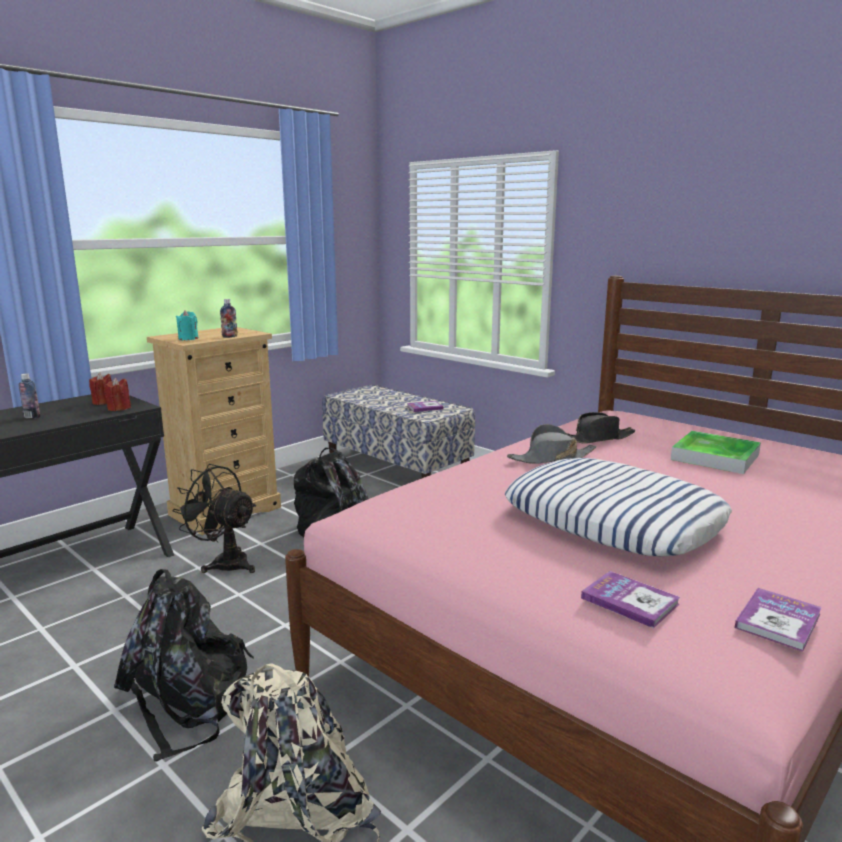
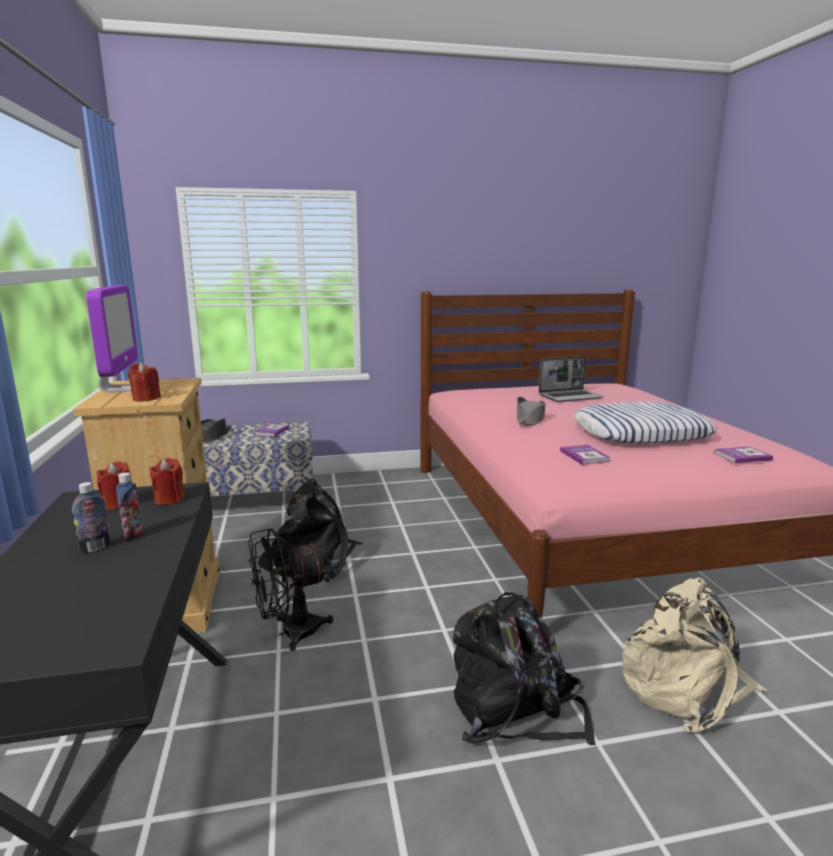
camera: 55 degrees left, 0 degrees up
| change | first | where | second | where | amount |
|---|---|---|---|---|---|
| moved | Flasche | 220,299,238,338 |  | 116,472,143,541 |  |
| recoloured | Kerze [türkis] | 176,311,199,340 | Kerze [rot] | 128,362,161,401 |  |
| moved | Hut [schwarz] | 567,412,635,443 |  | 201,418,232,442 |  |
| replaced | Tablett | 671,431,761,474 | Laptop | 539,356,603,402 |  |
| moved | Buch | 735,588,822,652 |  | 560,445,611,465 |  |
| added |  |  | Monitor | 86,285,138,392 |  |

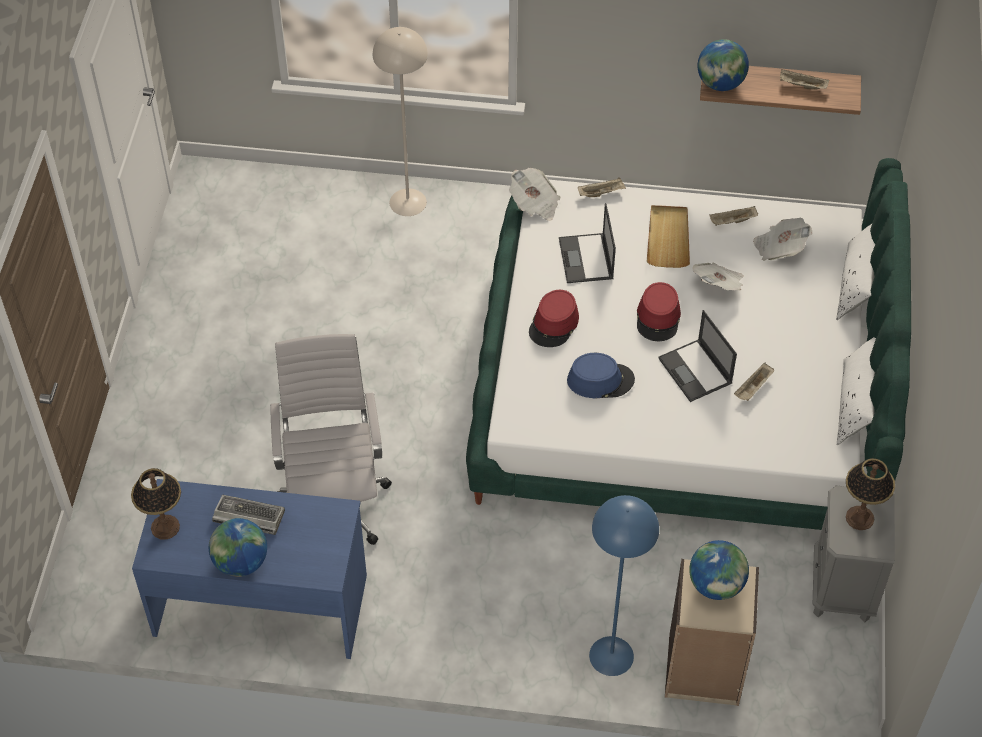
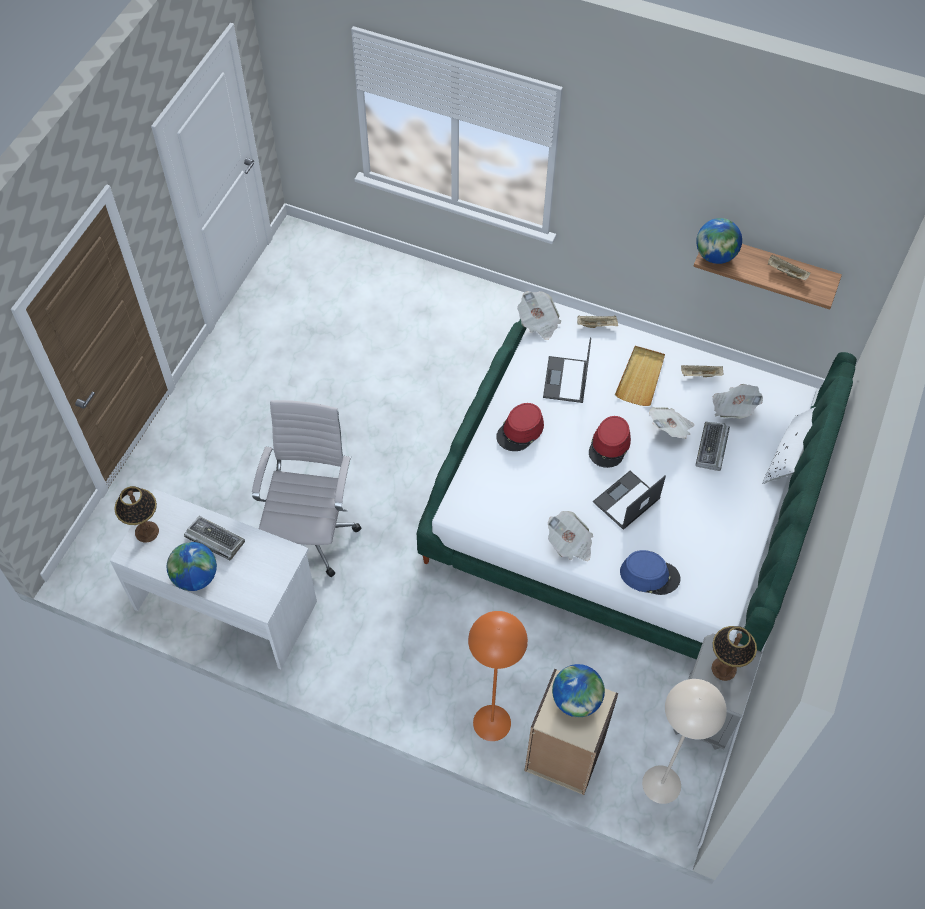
camera: 15 degrees right, 5 degrees up
| change | first | where | second | where | amount |
|---|---|---|---|---|---|
| moved | Stehlampe [beige] | 373,27,428,216 |  | 642,679,727,804 |  |
| turned | Laptop | 658,310,737,402 |  | 593,471,666,530 | 60 degrees clockwise |
| removed | Kissen [weiß] | 837,337,876,445 |  |  |  |
| moved | Hut [blau] | 567,353,635,399 |  | 620,550,681,595 |  |
| removed | Tablett [beige] | 734,363,774,401 |  |  |  |
| recoloured | Schreibtisch [blau] | 132,479,367,659 | Schreibtisch [weiß] | 110,489,317,669 |  |
| recoloured | Stehlampe [blau] | 589,495,659,676 | Stehlampe [orange] | 468,611,528,741 |  |
| added |  |  | Tastatur | 695,422,730,471 |  |
| added |  |  | Zeitung | 548,511,593,561 |  |

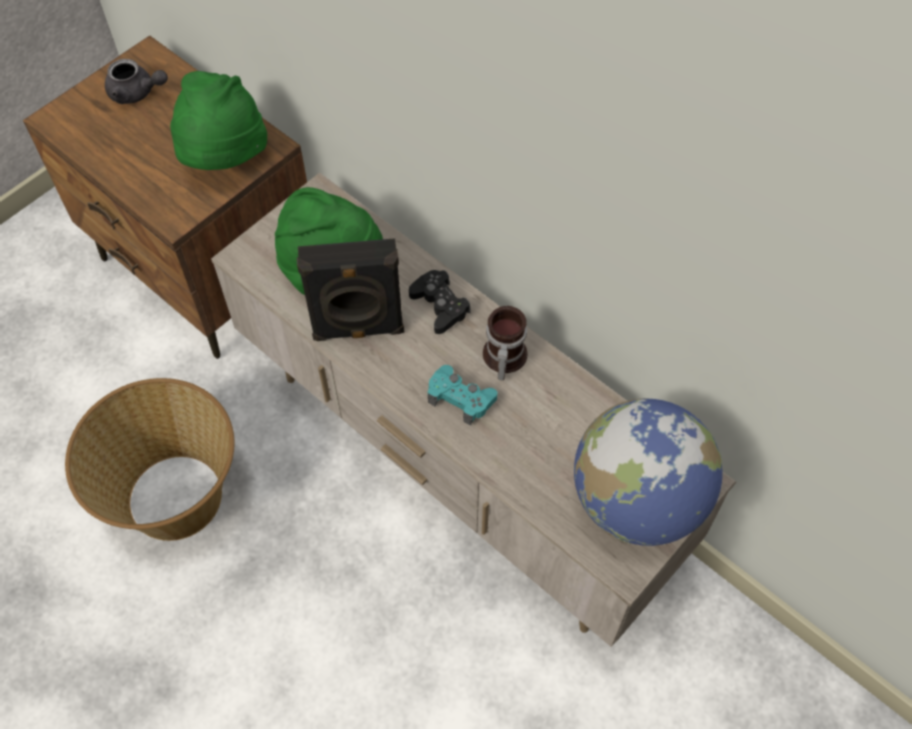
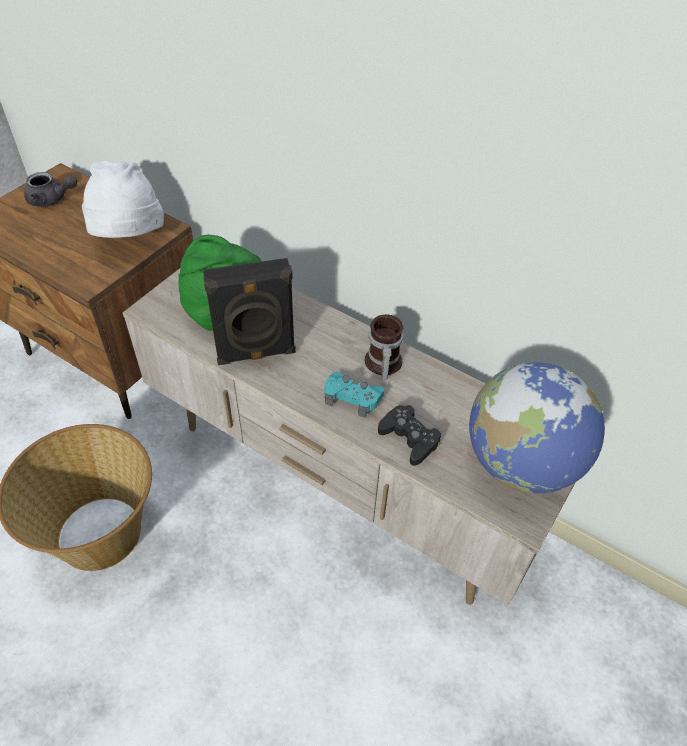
camera: 10 degrees left, 10 degrees down
| change | first | where | second | where | amount |
|---|---|---|---|---|---|
| recoloured | Hut [grün] | 170,71,267,170 | Hut [weiß] | 82,160,164,238 |  |
| moved | Gamepad [schwarz] | 409,270,470,334 |  | 378,405,441,466 |  |

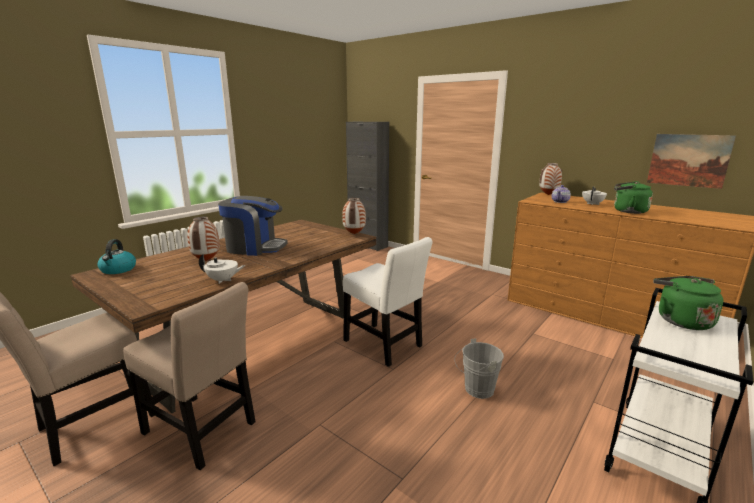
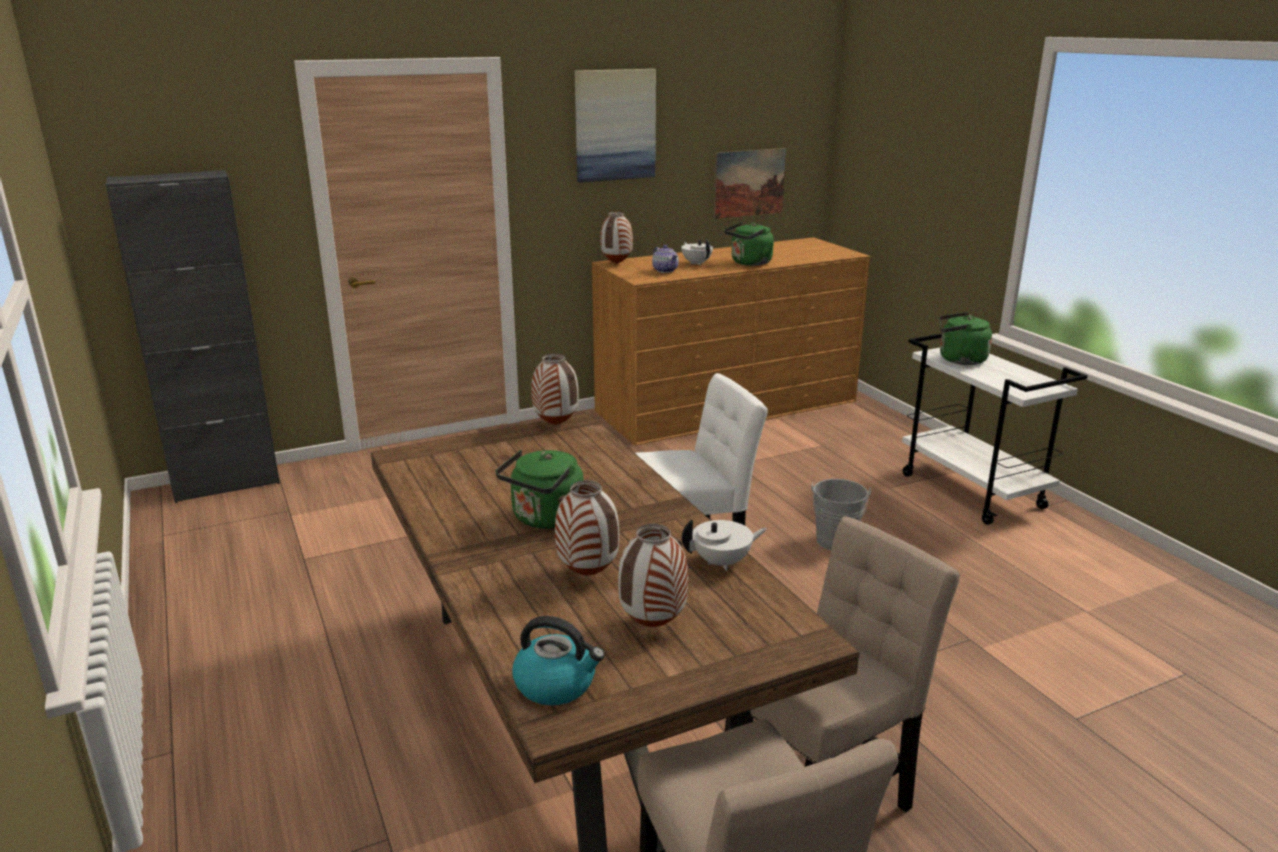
camera: 65 degrees left, 5 degrees up
| change | first | where | second | where | amount |
|---|---|---|---|---|---|
| replaced | Kaffeemaschine | 218,196,288,256 | Wasserkessel [grün] | 496,450,584,529 |  |
| turned | Teekanne [weiß] | 199,254,245,284 |  | 682,519,767,571 | 45 degrees clockwise |
| added |  |  | Bild | 574,69,656,183 |  |
| added |  |  | Vase | 618,524,688,627 |  |

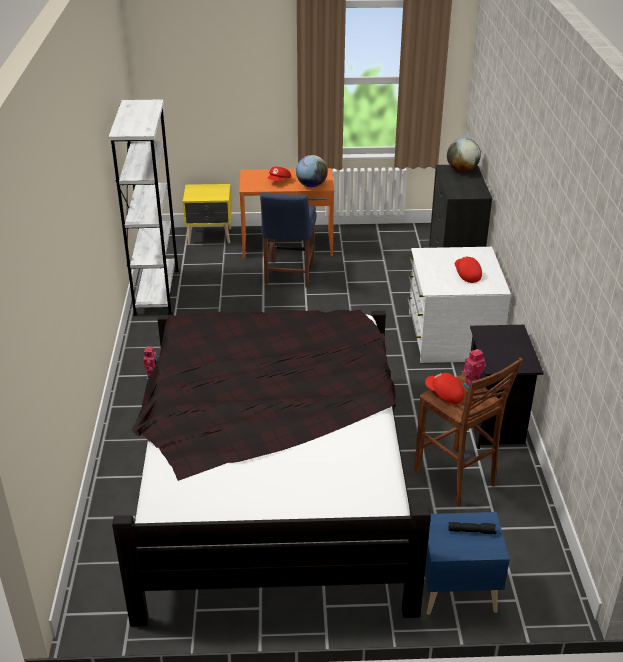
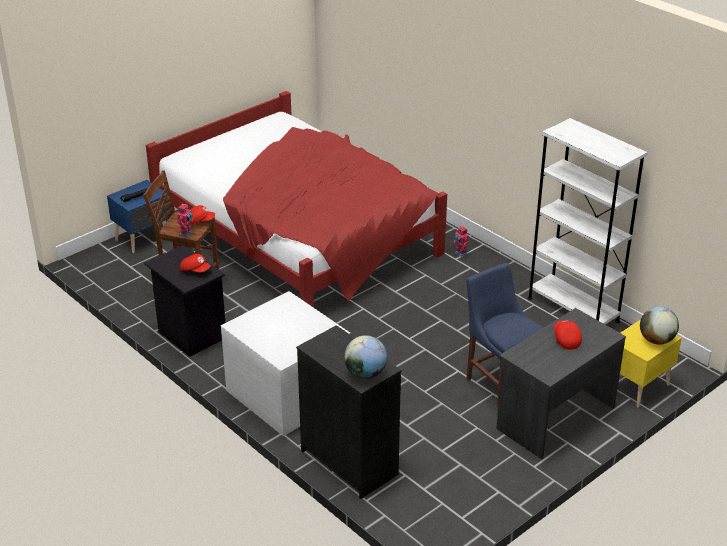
camera: 140 degrees right, 0 degrees up
| change | first | where | second | where | amount |
|---|---|---|---|---|---|
| moved | Globus | 296,155,328,187 |  | 640,306,679,345 |  |
| recoloured | Schreibtisch [orange] | 239,168,334,257 | Schreibtisch [grau] | 496,308,626,459 |  |
| moved | Kappe [rot] | 455,256,482,283 |  | 180,254,211,273 |  |
| recoloured | Bett [schwarz] | 112,310,431,627 | Bett [rot] | 146,91,447,308 |  |

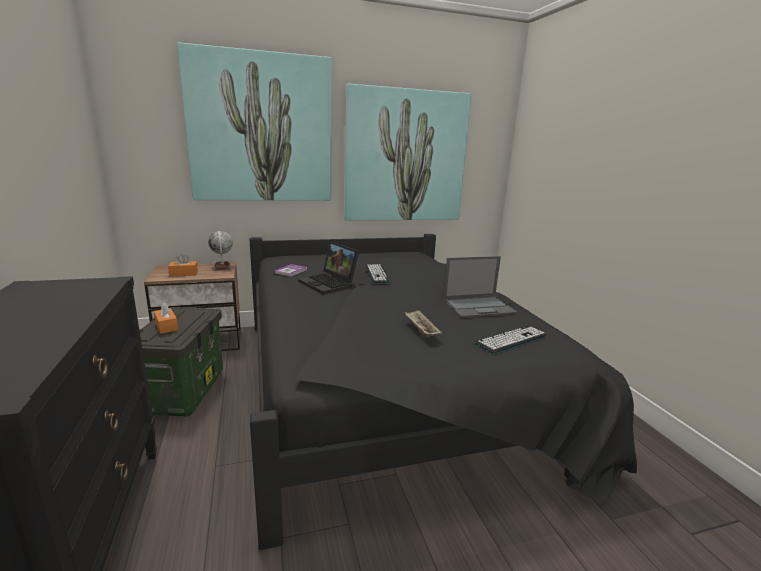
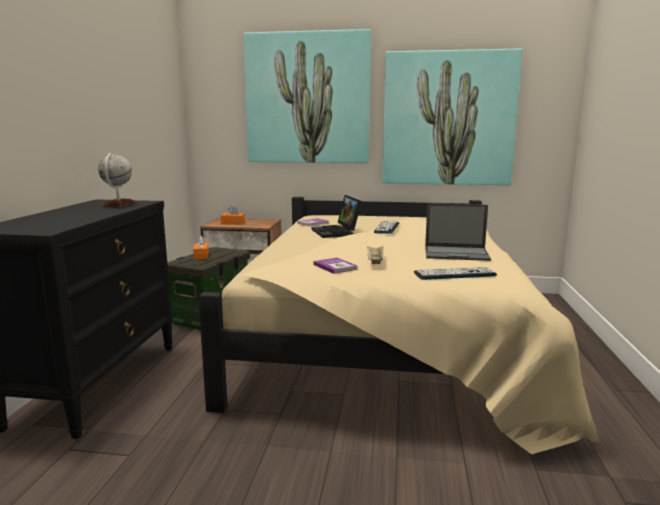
camera: 25 degrees right, 5 degrees down
| change | first | where | second | where | amount |
|---|---|---|---|---|---|
| moved | Globus | 208,231,233,270 |  | 98,153,134,207 |  |
| recoloured | Bett [schwarz] | 250,234,637,550 | Bett [beige] | 198,197,599,454 |  |
| added |  |  | Buch | 314,257,358,274 |  |

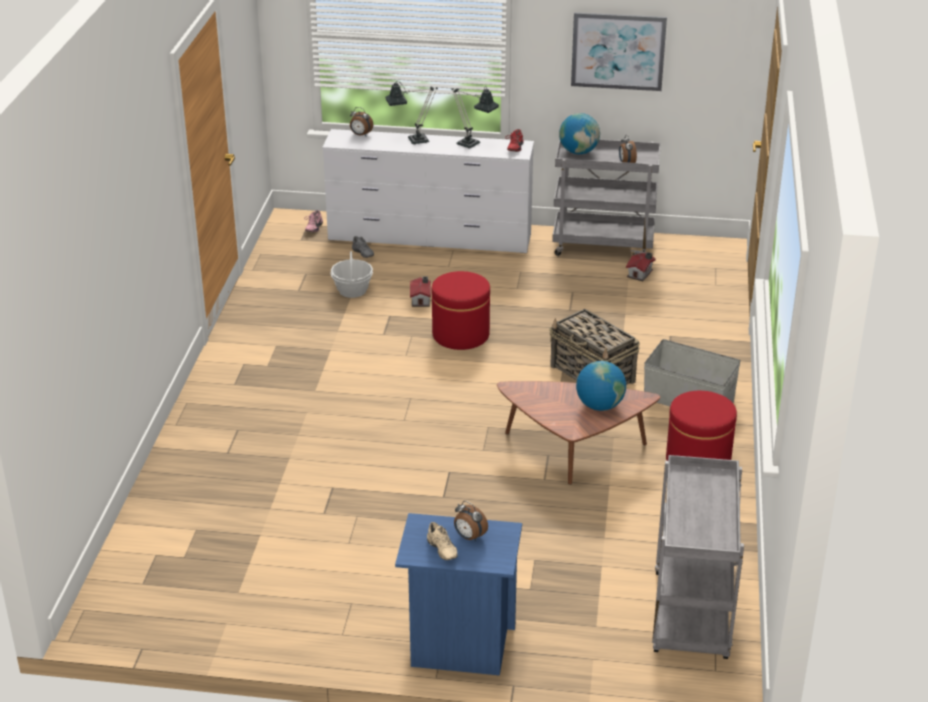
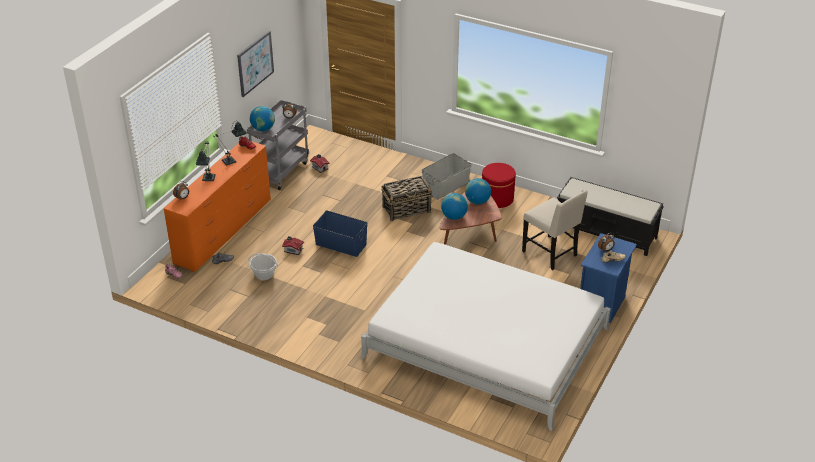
camera: 70 degrees left, 5 degrees up
| change | first | where | second | where | amount |
|---|---|---|---|---|---|
| recoloured | Kommode [weiß] | 322,129,534,253 | Kommode [orange] | 163,141,271,272 |  |
| replaced | Polsterhocker [rot] | 431,271,490,350 | Aufbewahrungsbox [blau] | 313,211,367,257 |  |
| replaced | Rollwagen [grau] | 652,455,744,659 | Bank [schwarz] | 557,177,664,256 |  |
| added |  |  | Stuhl [beige] | 522,189,588,270 |  |
| added |  |  | Globus | 441,193,468,220 |  |
| added |  |  | Bett [weiß] | 360,242,611,431 |  |

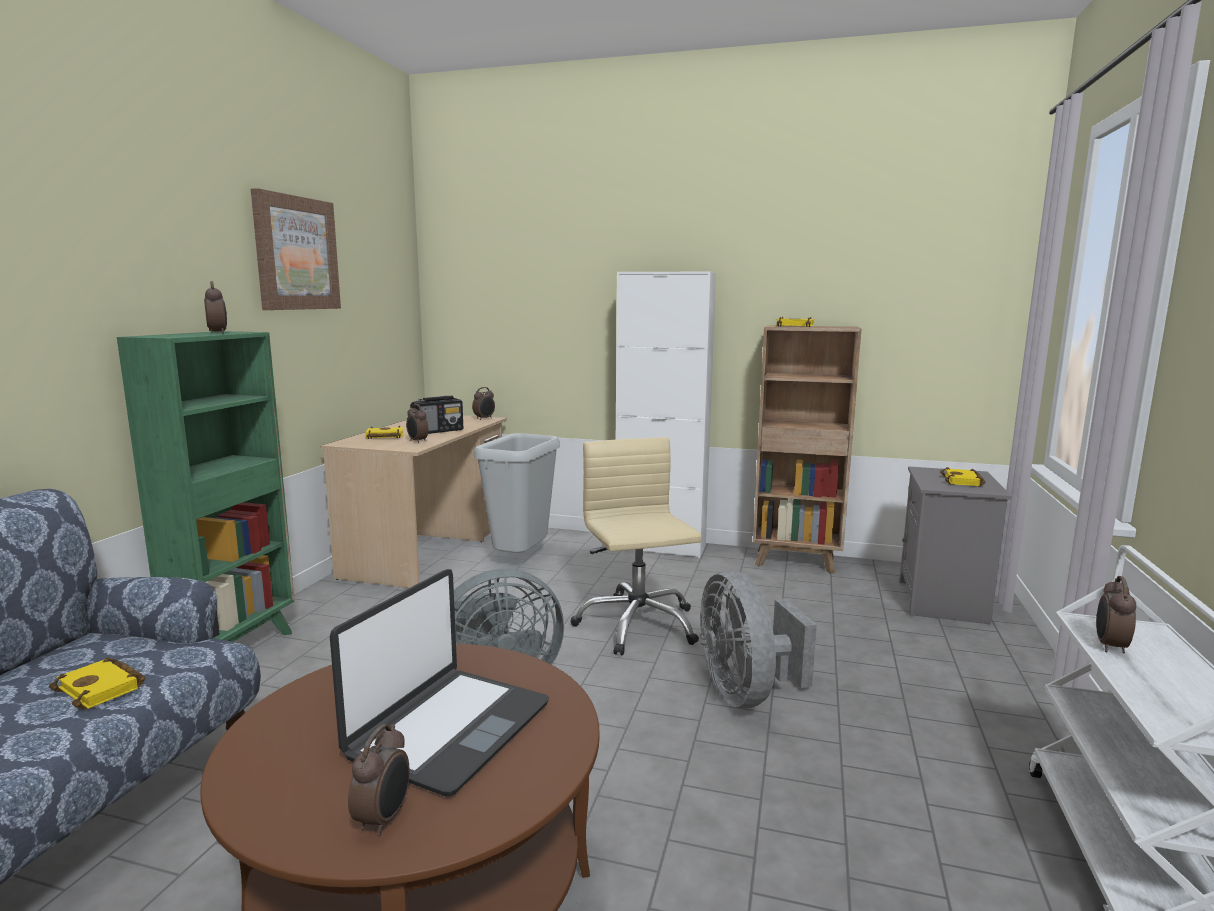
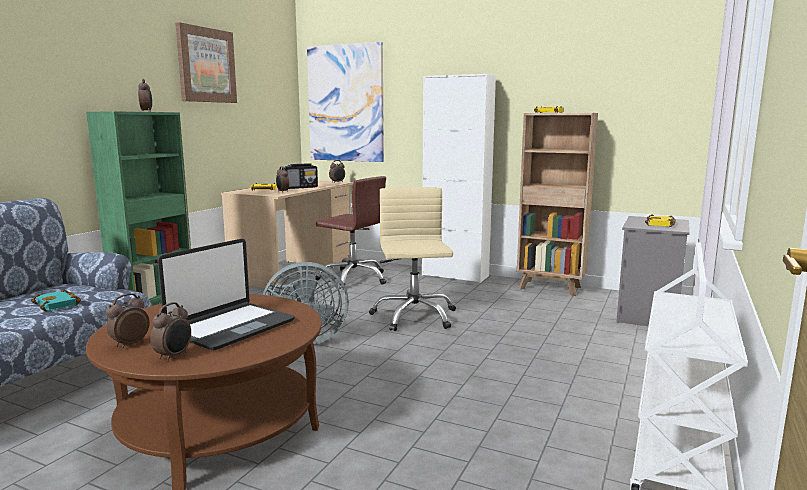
camera: 10 degrees right, 0 degrees up
| change | first | where | second | where | amount |
|---|---|---|---|---|---|
| replaced | Mülleimer [grau] | 474,433,560,553 | Bürostuhl [braun] | 315,176,386,288 |  |
| removed | Ventilator [grau] | 700,571,817,708 |  |  |  |
| moved | Wecker | 1096,576,1136,653 |  | 106,293,150,348 |  |
| recoloured | Buch [gelb] | 49,658,145,709 | Buch [türkis] | 31,289,81,311 |  |
| added |  |  | Bild | 307,42,384,162 |  |

